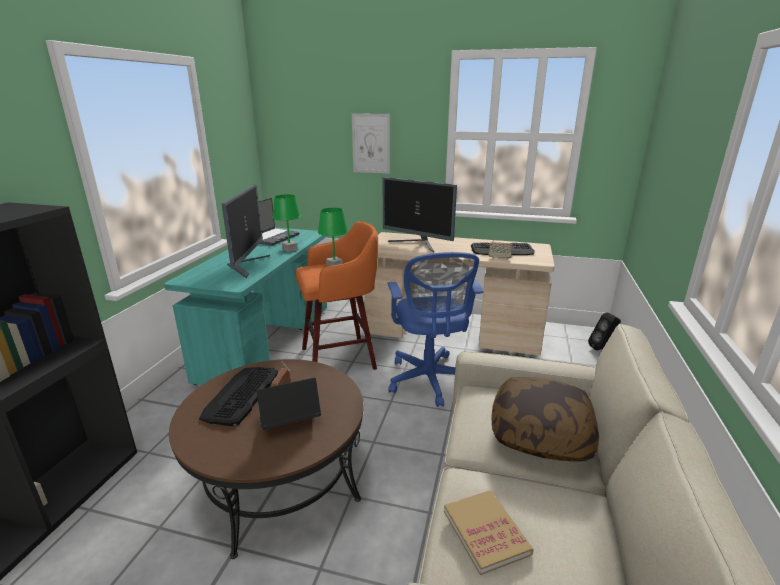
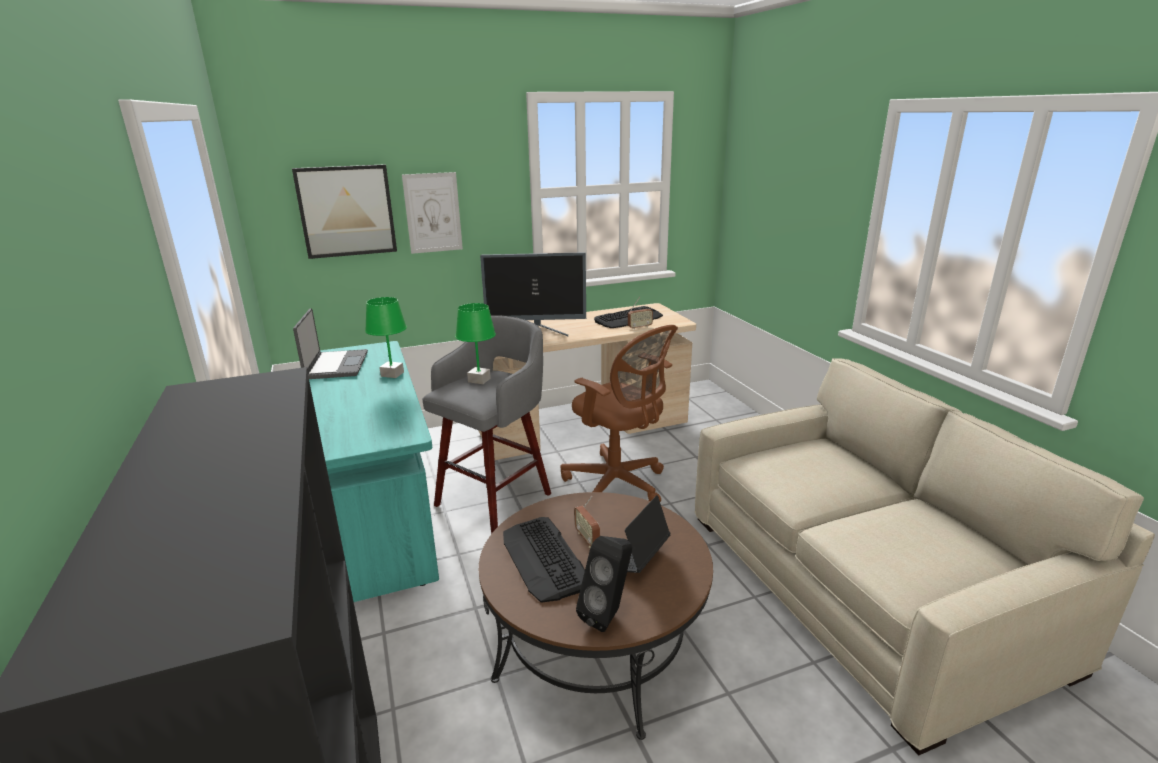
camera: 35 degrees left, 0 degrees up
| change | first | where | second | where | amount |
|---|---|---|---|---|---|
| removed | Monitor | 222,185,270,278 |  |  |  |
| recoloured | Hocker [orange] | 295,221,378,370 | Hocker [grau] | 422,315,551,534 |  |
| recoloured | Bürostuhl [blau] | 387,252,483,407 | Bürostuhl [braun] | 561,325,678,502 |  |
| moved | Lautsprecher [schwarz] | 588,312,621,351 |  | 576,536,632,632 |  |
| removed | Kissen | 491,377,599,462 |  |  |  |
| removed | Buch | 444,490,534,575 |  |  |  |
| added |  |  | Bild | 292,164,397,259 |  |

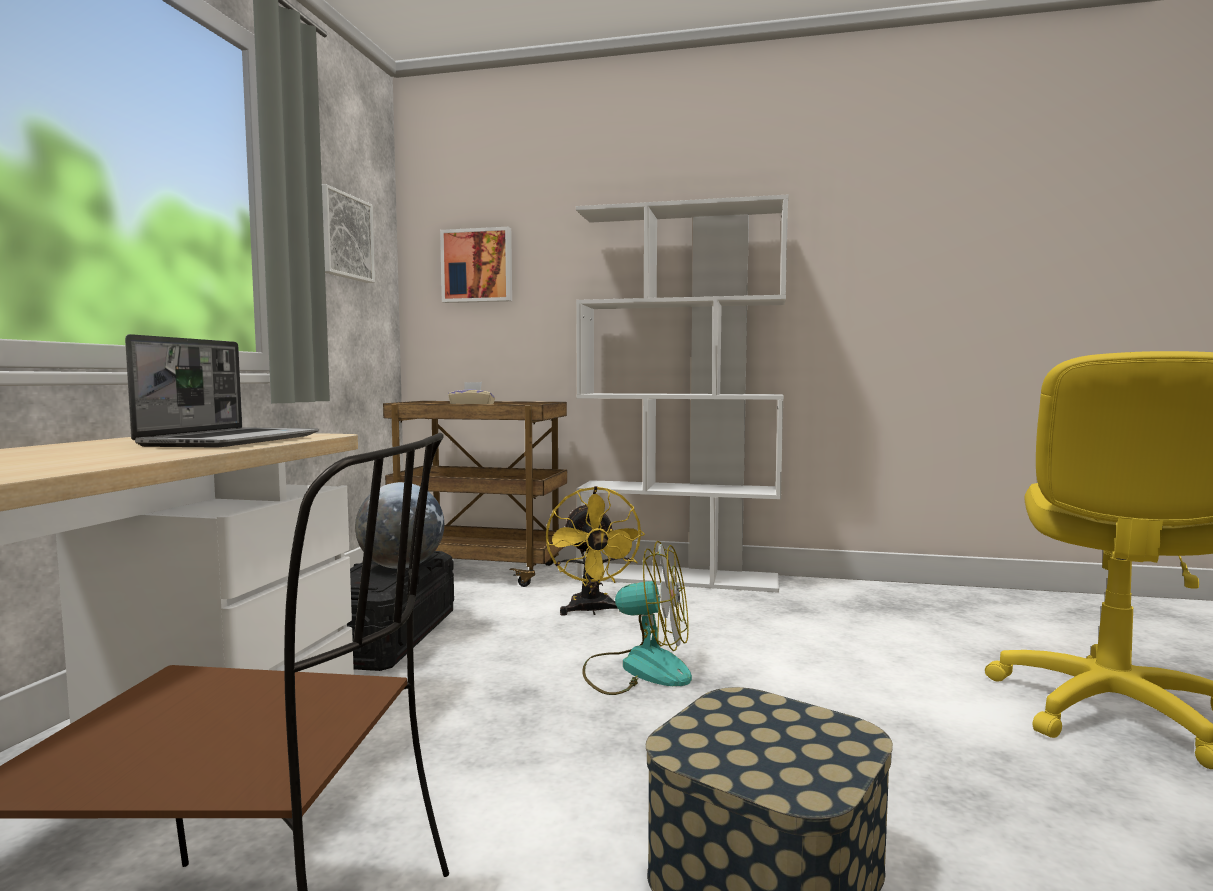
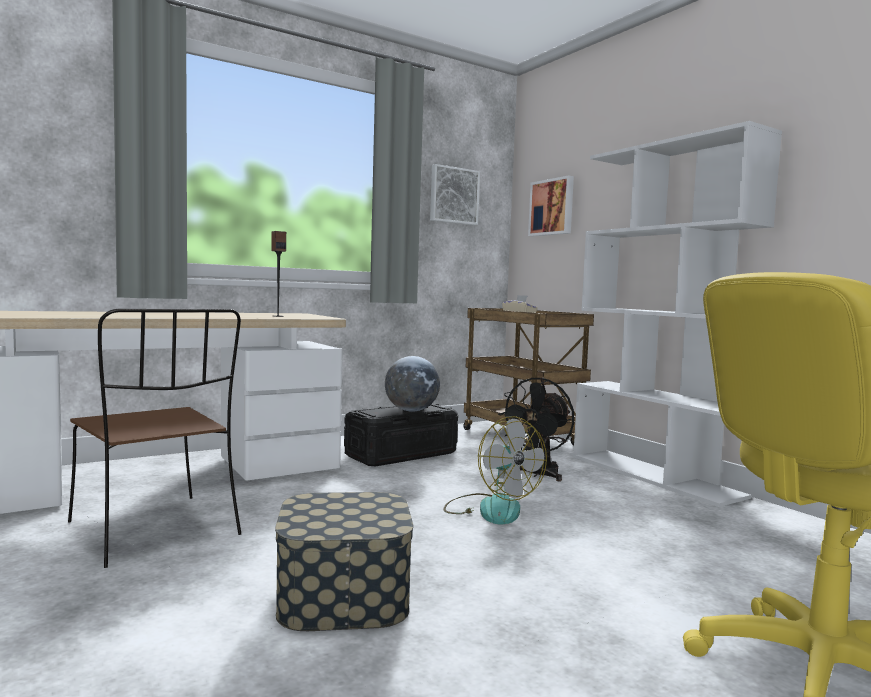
camera: 45 degrees right, 0 degrees up
| change | first | where | second | where | amount |
|---|---|---|---|---|---|
| replaced | Laptop | 125,334,319,447 | Lautsprecher | 271,231,286,317 |  |
| recoloured | Ventilator [gelb] | 546,486,645,616 | Ventilator [schwarz] | 498,377,574,481 |  |

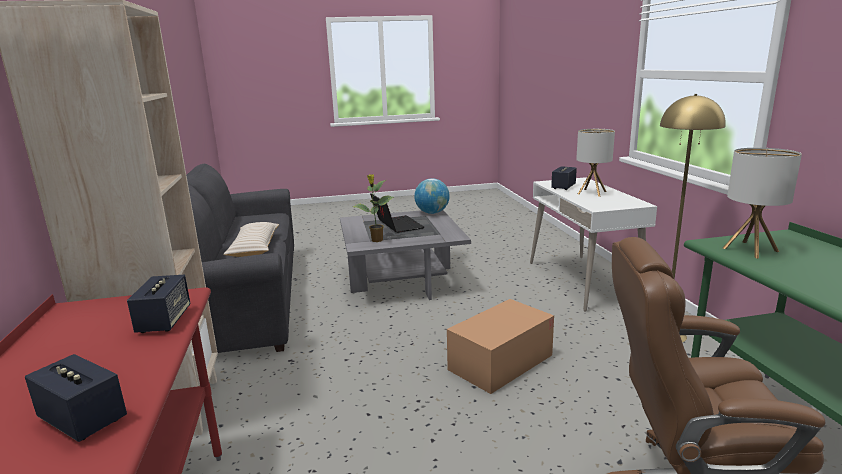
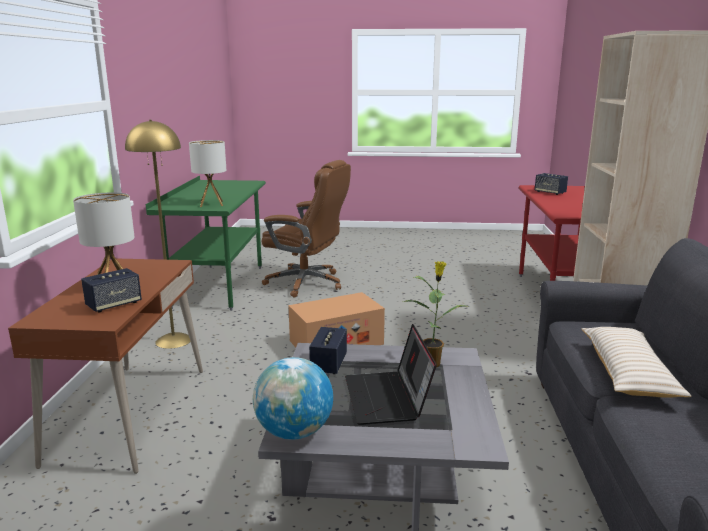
camera: 165 degrees left, 0 degrees up
| change | first | where | second | where | amount |
|---|---|---|---|---|---|
| recoloured | Schreibtisch [weiß] | 530,177,657,312 | Schreibtisch [braun] | 8,259,203,474 |  |
| moved | Lautsprecher | 127,275,191,333 |  | 309,327,347,374 |  |

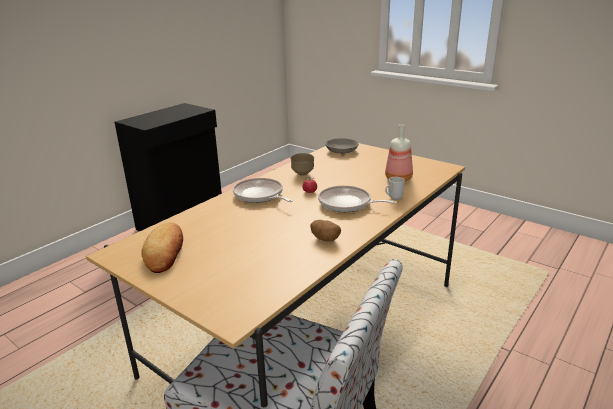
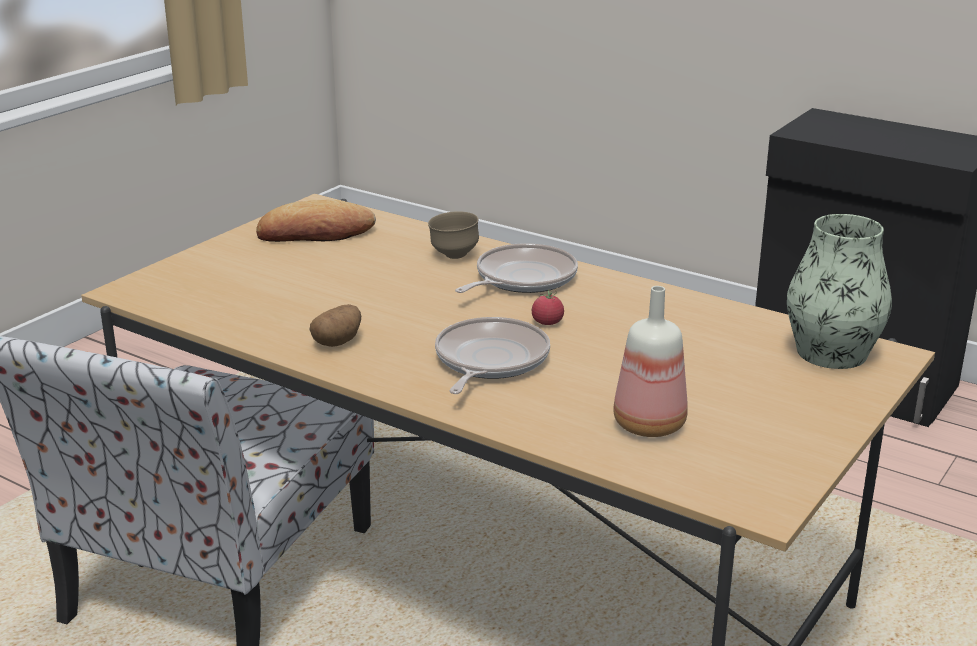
camera: 85 degrees right, 0 degrees up
| change | first | where | second | where | amount |
|---|---|---|---|---|---|
| replaced | Schüssel [grau] | 325,138,358,153 | Vase | 787,214,892,369 |  |
| moved | Schüssel [braun] | 291,153,314,176 |  | 428,211,479,259 |  |
| removed | Henkelbecher | 385,177,405,200 |  |  |  |

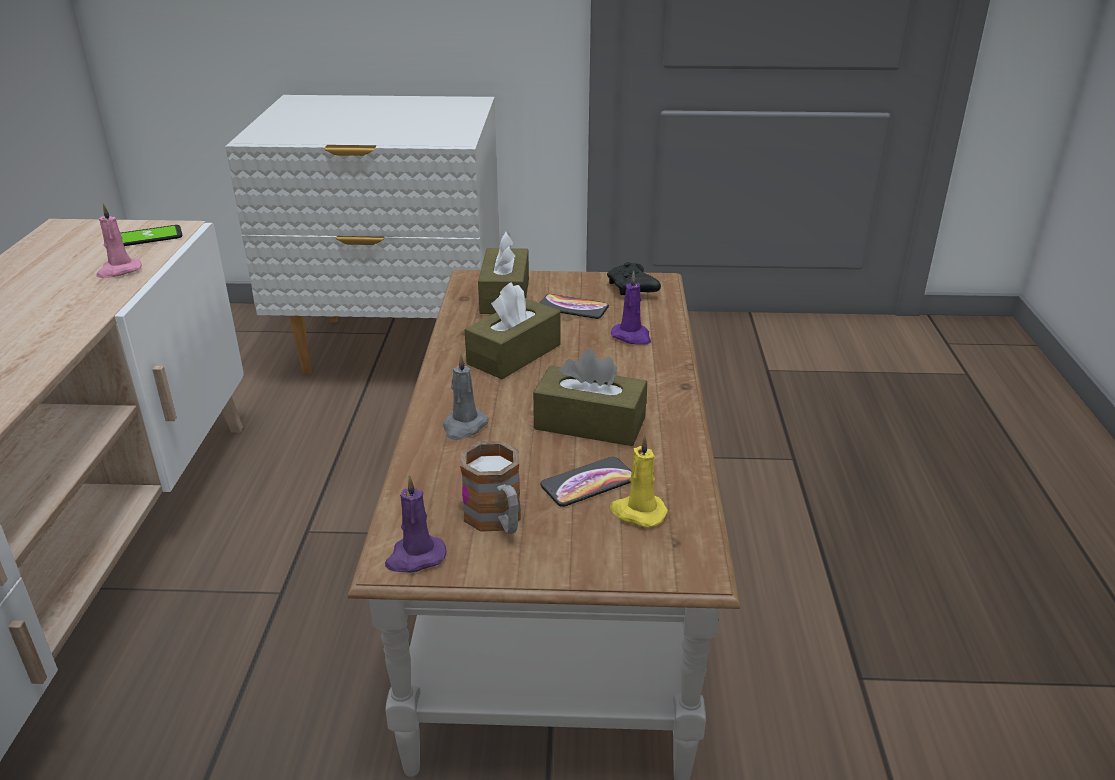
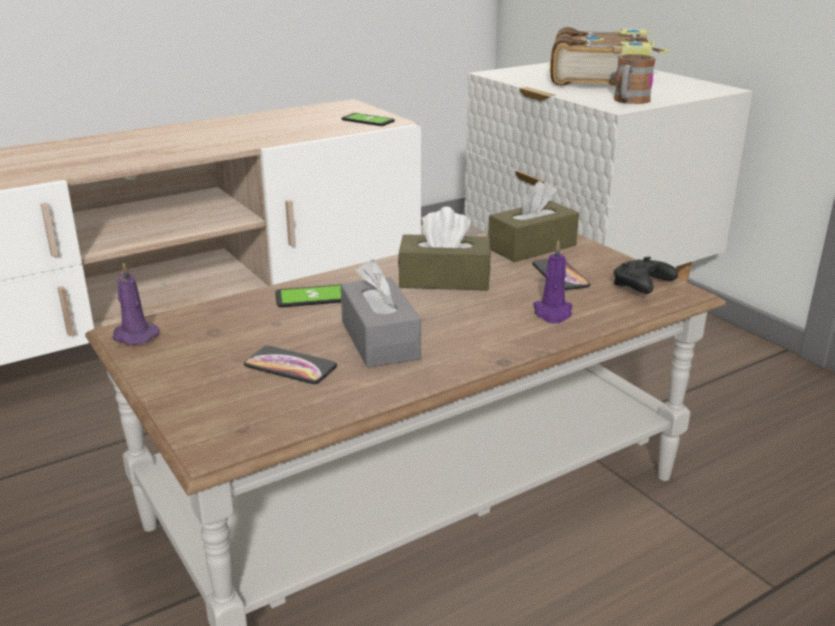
camera: 55 degrees right, 5 degrees down
| change | first | where | second | where | amount |
|---|---|---|---|---|---|
| removed | Kerze [rosa] | 96,203,142,278 |  |  |  |
| recoloured | Taschentuchbox [braun] | 533,349,647,446 | Taschentuchbox [grau] | 341,260,421,368 |  |
| replaced | Kerze [grau] | 443,354,488,440 | Handy | 275,284,341,307 |  |
| removed | Kerze [gelb] | 610,434,668,527 |  |  |  |
| moved | Henkelbecher | 460,441,521,534 |  | 614,54,656,104 |  |
| added |  |  | Buch | 550,27,669,86 |  |

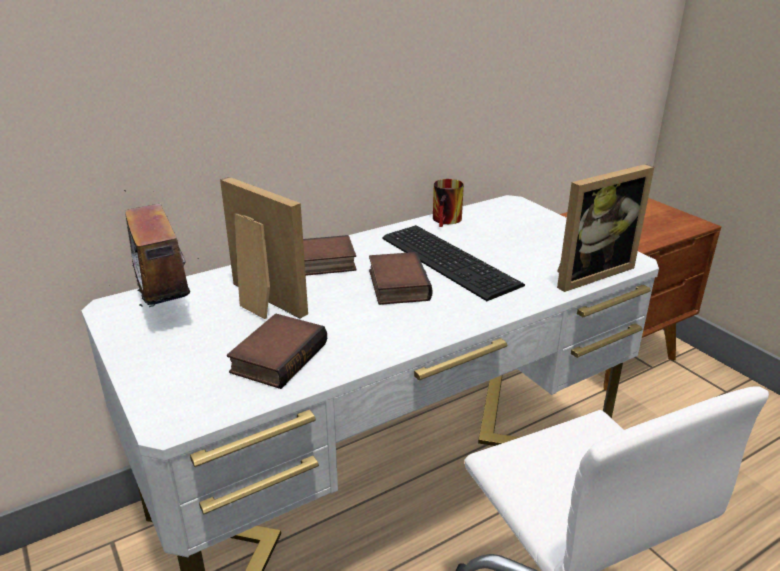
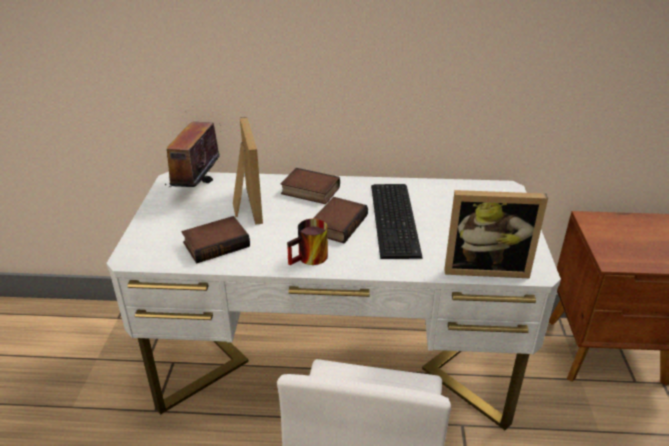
camera: 35 degrees right, 5 degrees up
| change | first | where | second | where | amount |
|---|---|---|---|---|---|
| moved | Henkelbecher | 433,179,464,227 |  | 287,219,328,265 |  |

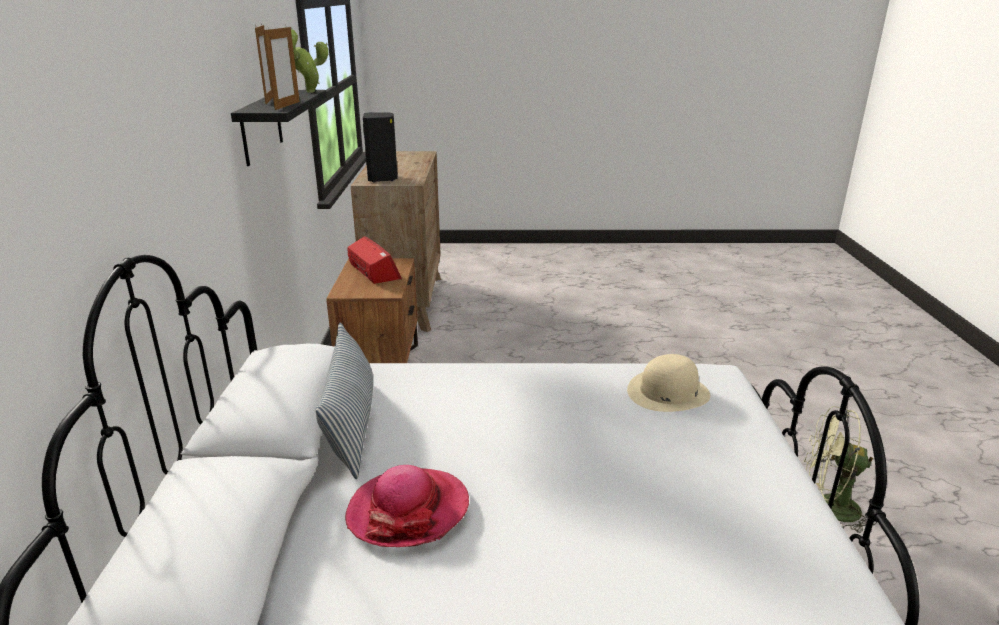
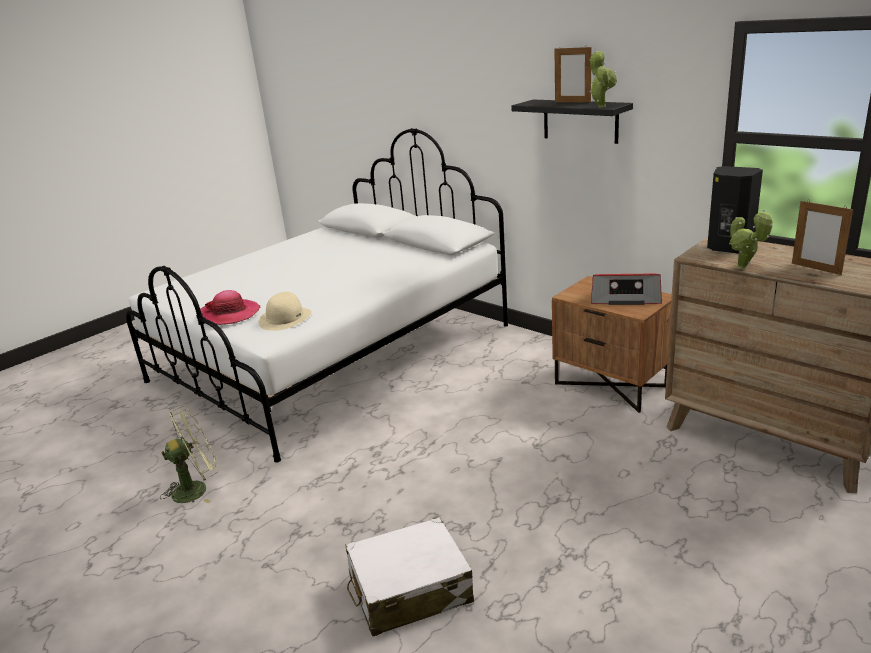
camera: 135 degrees right, 0 degrees up
| change | first | where | second | where | amount |
|---|---|---|---|---|---|
| moved | Bilderrahmen | 264,26,300,110 |  | 792,201,853,275 |  |
| removed | Kissen | 315,323,373,479 |  |  |  |
| moved | Hut | 345,465,469,547 |  | 200,290,260,325 |  |
| added |  |  | Topfpflanze | 729,210,773,269 |  |
| added |  |  | Koffer [weiß] | 345,517,474,636 |  |

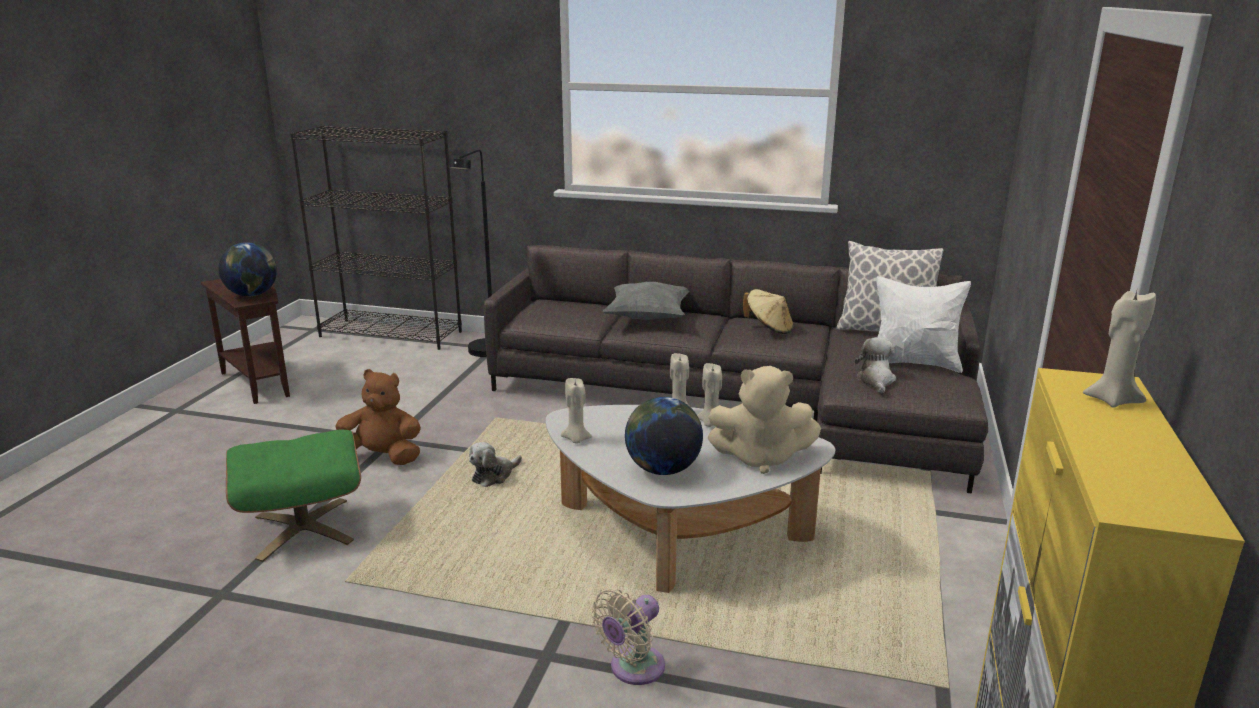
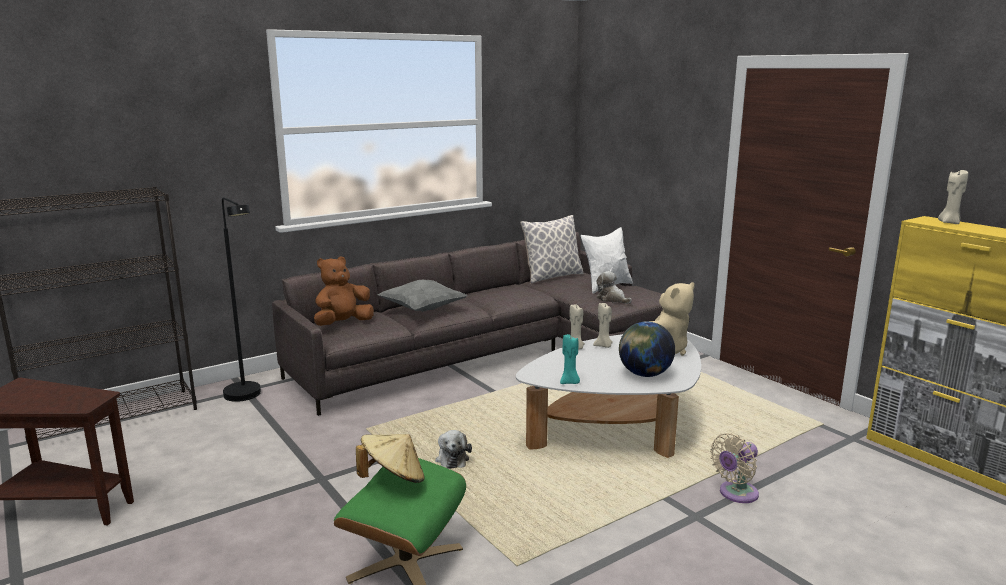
camera: 50 degrees left, 5 degrees down
| change | first | where | second | where | amount |
|---|---|---|---|---|---|
| removed | Globus | 218,242,277,296 |  |  |  |
| moved | Hut [beige] | 743,289,793,334 |  | 356,434,425,483 |  |
| moved | Plüschtier [braun] | 335,369,421,465 |  | 314,256,374,326 |  |
| recoloured | Kerze [beige] | 561,378,592,443 | Kerze [türkis] | 560,334,580,384 |  |
| turned | Ventilator [beige] | 591,589,665,685 |  | 710,433,759,503 | 60 degrees clockwise |

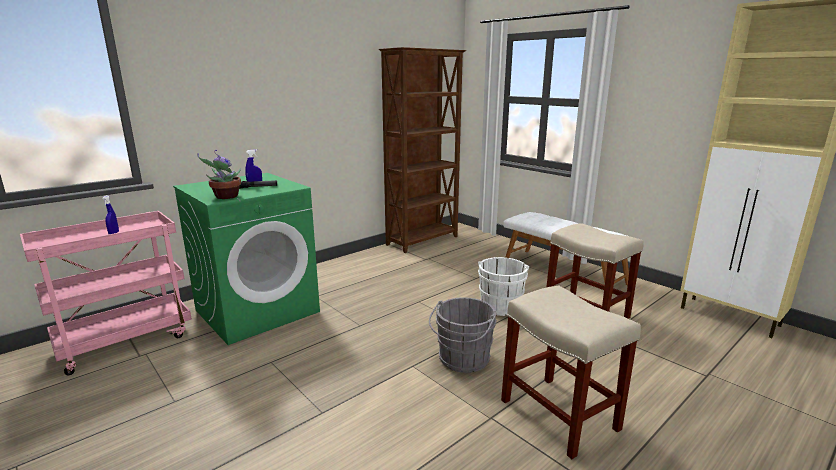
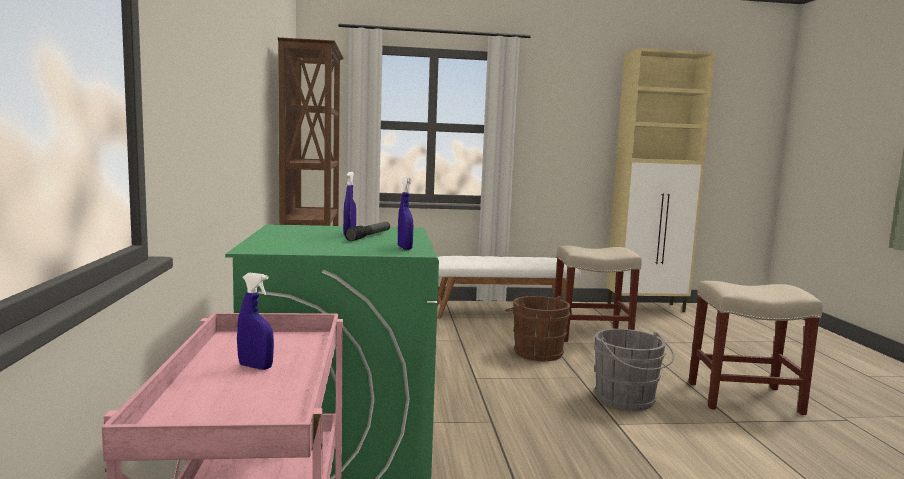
camera: 55 degrees left, 10 degrees down
| change | first | where | second | where | amount |
|---|---|---|---|---|---|
| replaced | Topfpflanze | 197,150,241,199 | Sprühflasche [blau] | 398,178,413,250 |  |
| recoloured | Eimer [weiß] | 478,257,529,316 | Eimer [braun] | 505,296,571,361 |  |

